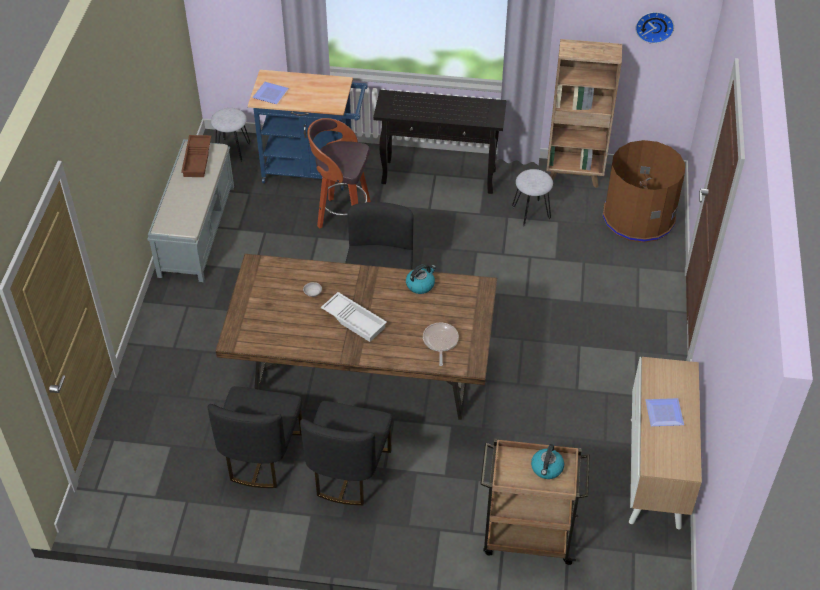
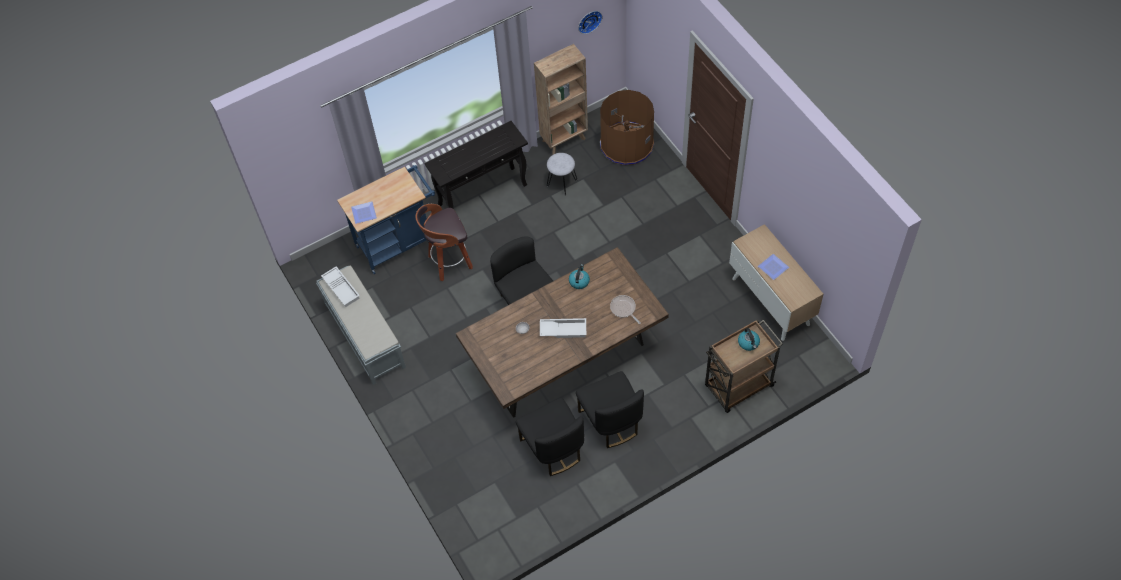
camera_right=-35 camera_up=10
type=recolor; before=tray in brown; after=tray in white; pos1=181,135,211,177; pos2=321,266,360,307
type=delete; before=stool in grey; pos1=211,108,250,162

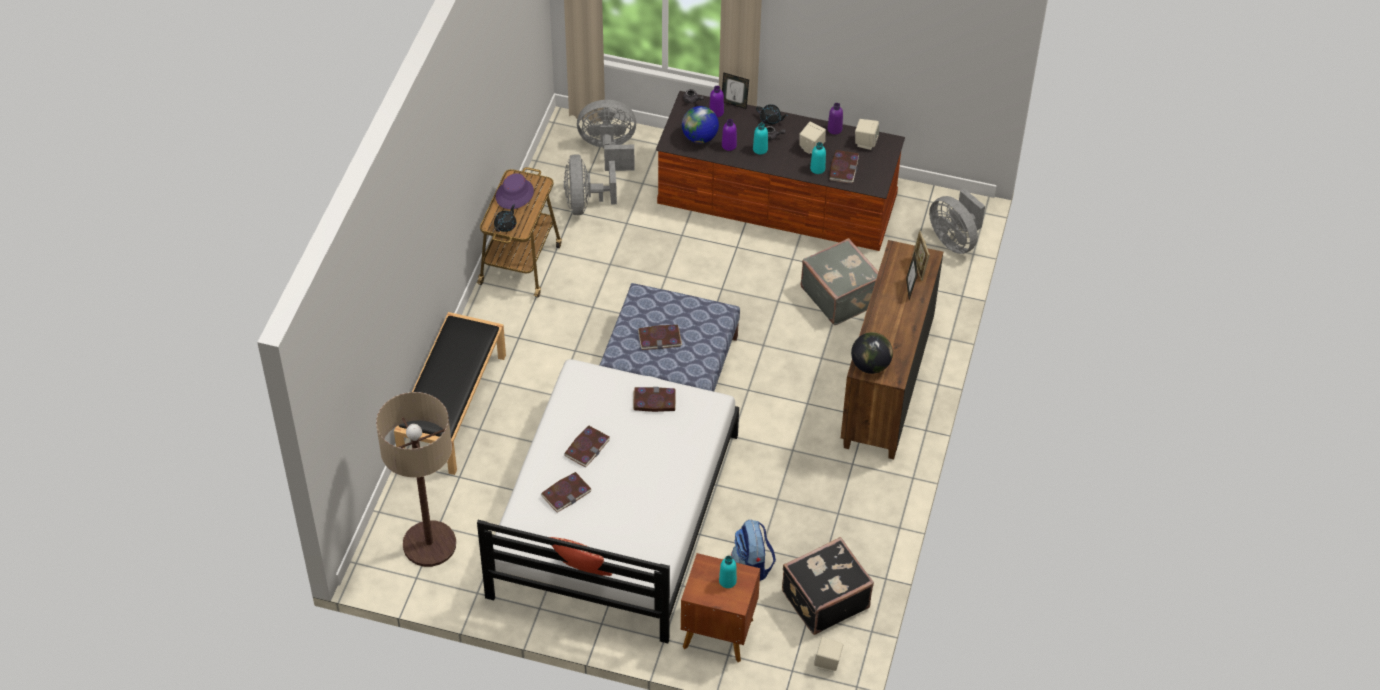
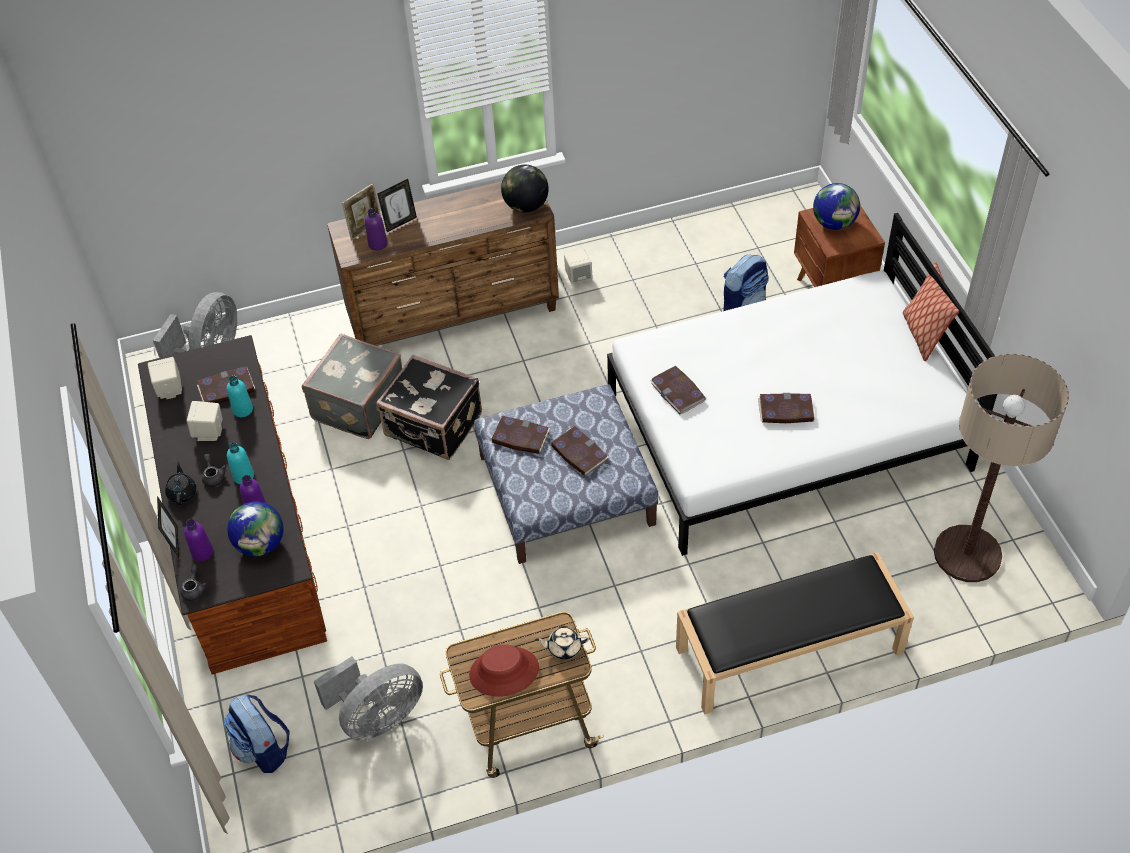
camera_right=-120 camera_up=0
type=recolor; before=teapot in black; after=teapot in beige; pos1=494,204,516,232; pos2=535,626,590,659
type=recolor; before=hat in purple; after=hat in red; pos1=496,173,534,209; pos2=469,644,539,697
type=move; before=book; pos1=541,472,592,513; pos2=491,416,550,454
type=replace; before=fan in grey; after=backpack; pos1=577,100,636,171; pos2=224,694,290,773
type=replace; before=bottle in turquoise; after=globe; pos1=719,556,737,588; pos2=813,183,860,230
type=move; before=suitcase in black; pos1=782,537,874,635; pos2=376,355,482,460
type=move; before=speaker in beige; pos1=814,637,843,672; pos2=564,249,593,286
type=move; before=bottle in purple; pos1=827,103,843,135; pos2=365,208,388,251

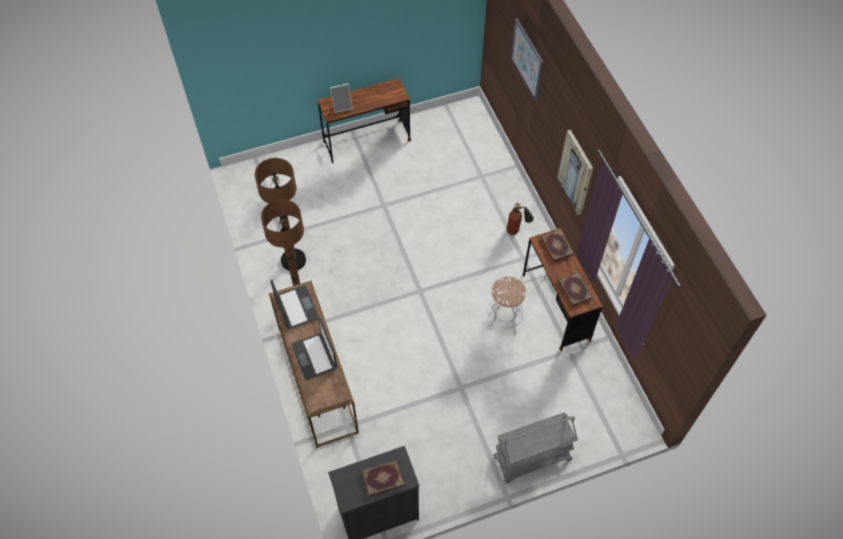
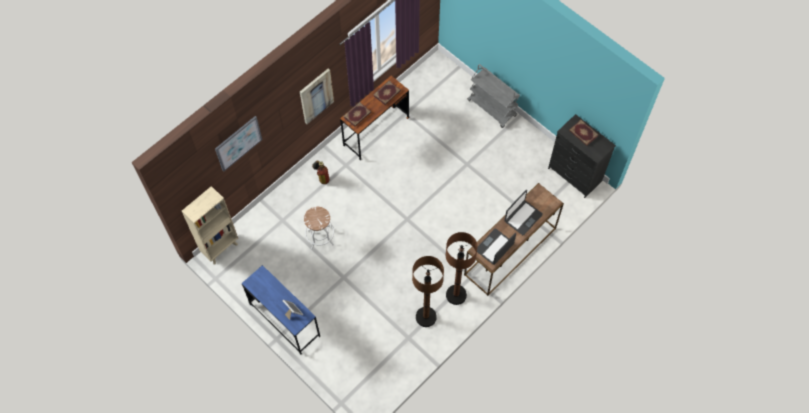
camera_right=-115 camera_up=5
type=recolor; before=desk in brown; after=desk in blue; pos1=317,78,411,163; pos2=242,265,320,355
type=move; before=stool in white; pos1=487,277,526,335; pos2=304,207,334,250
type=insert; after=bookcase in beige; pos2=182,186,238,265

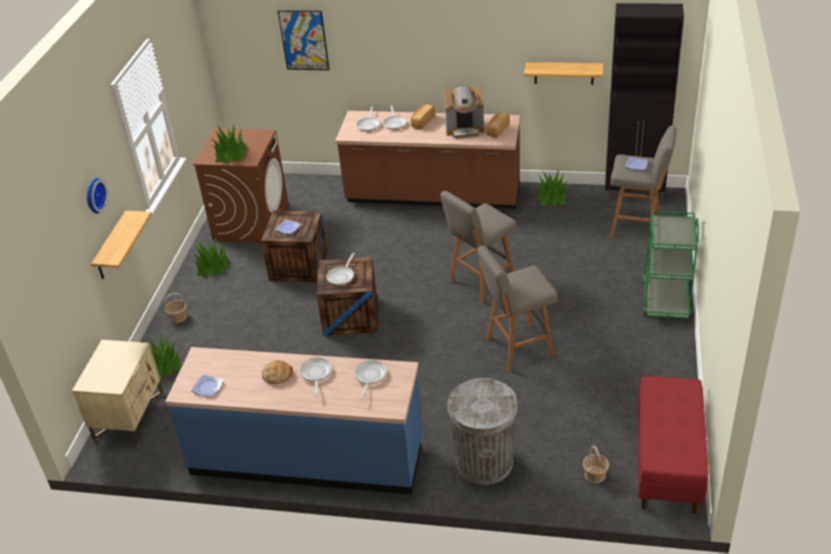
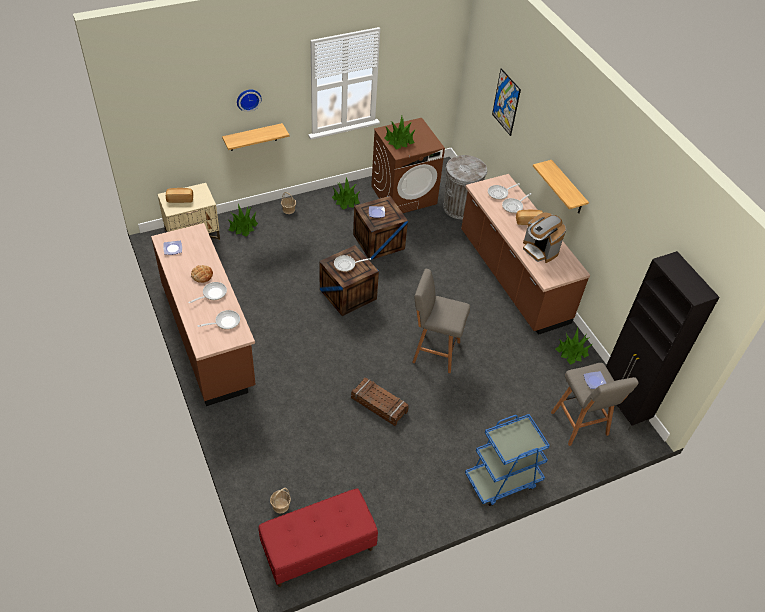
camera_right=50 camera_up=10
type=recolor; before=counter in blue; after=counter in brown; pos1=165,347,423,495; pos2=151,223,256,406
type=move; before=trash can in grey; pos1=447,378,518,485; pos2=443,155,487,219
type=replace; before=stool in grey; after=crate; pos1=477,246,558,372; pos2=351,377,409,426
type=move; before=bread; pos1=486,112,510,138; pos2=166,188,193,203
type=move; before=shelf; pos1=524,62,603,85; pos2=533,160,589,213
type=recolor; before=cart in green; after=cart in blue; pos1=642,211,699,319; pos2=465,414,550,506

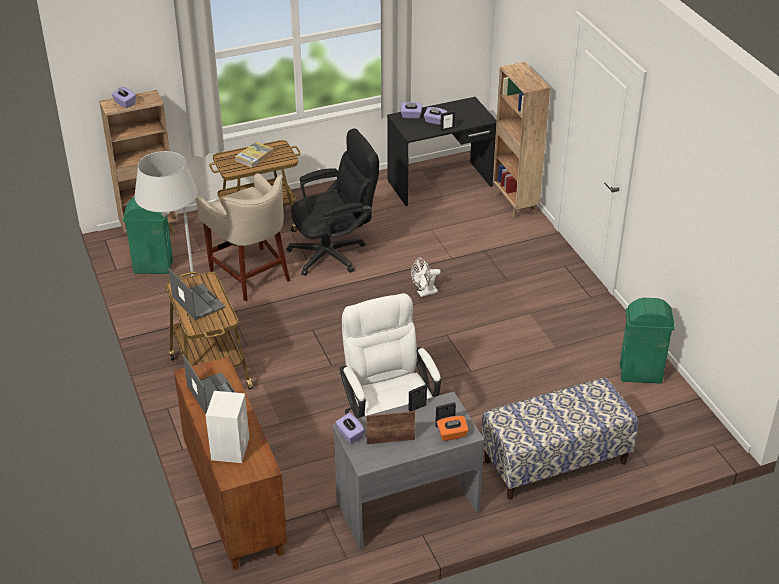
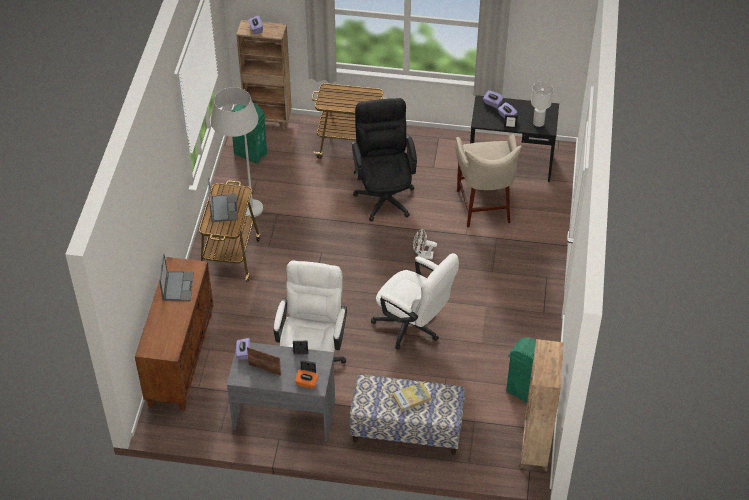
camera_right=30 camera_up=10
type=move; before=stool in beige; pos1=196,173,290,302; pos2=455,133,522,228
type=delete; before=speaker in white; pos1=206,391,249,463
type=move; before=book; pos1=235,142,274,168; pos2=392,382,431,412
type=rotate; before=office chair in black; pos1=286,129,379,276; pos2=352,98,417,221; turn=-105
type=move; before=bookcase in brown; pos1=493,62,550,220; pos2=519,339,564,472
type=insert; after=office chair in white; pos2=371,253,459,350
type=insert; after=table lamp in white; pos2=531,81,553,127

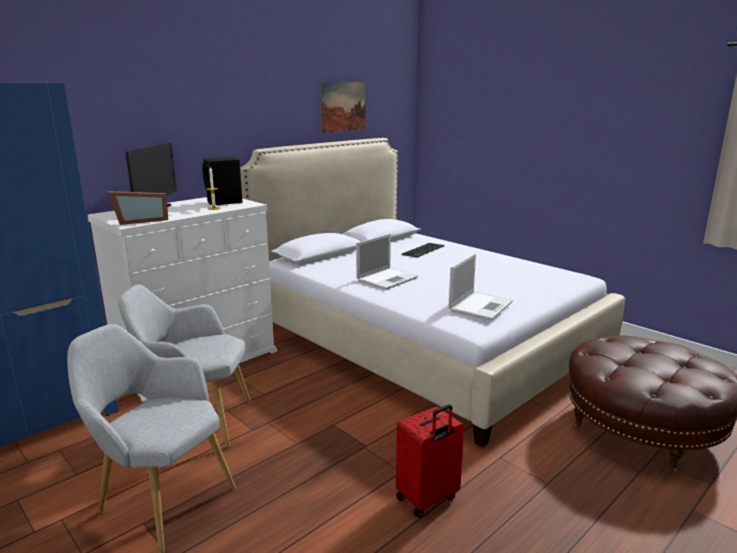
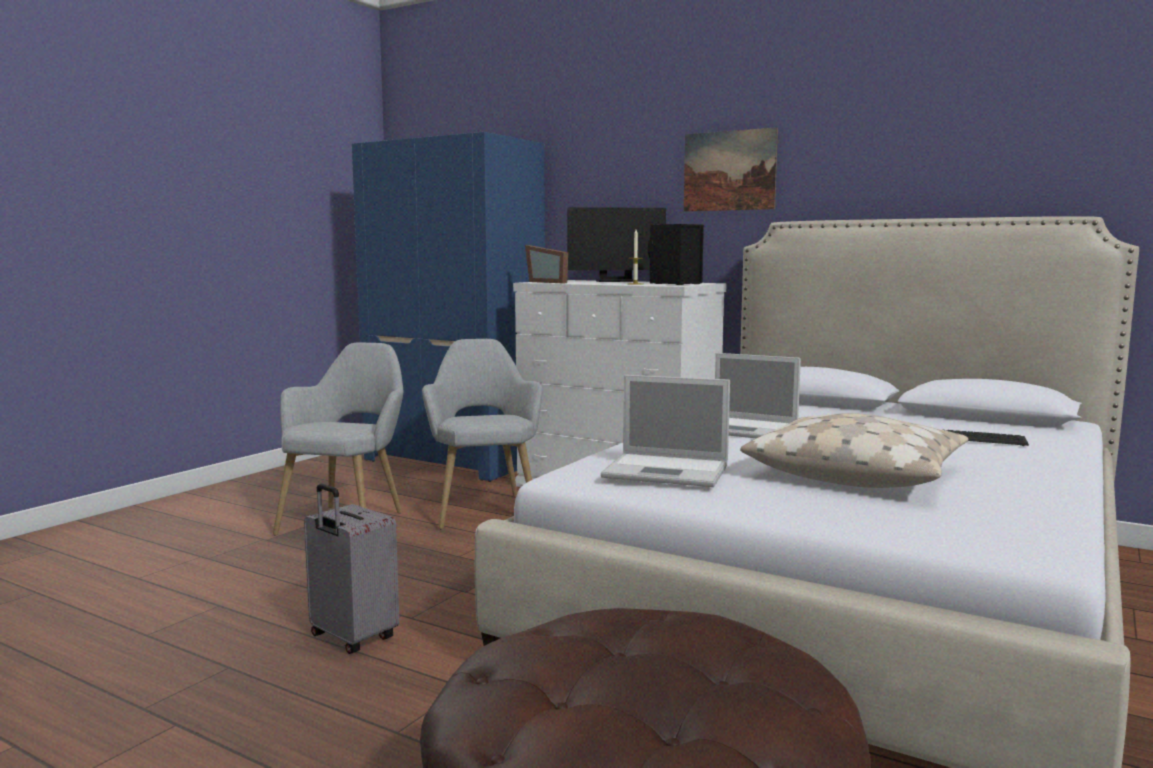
camera_right=75 camera_up=-10
type=move; before=picture; pos1=320,82,366,133; pos2=684,127,778,212
type=recolor; before=suitcase in red; after=suitcase in grey; pos1=396,404,464,518; pos2=304,484,399,654
type=insert; after=pillow in beige; pos2=740,413,969,488

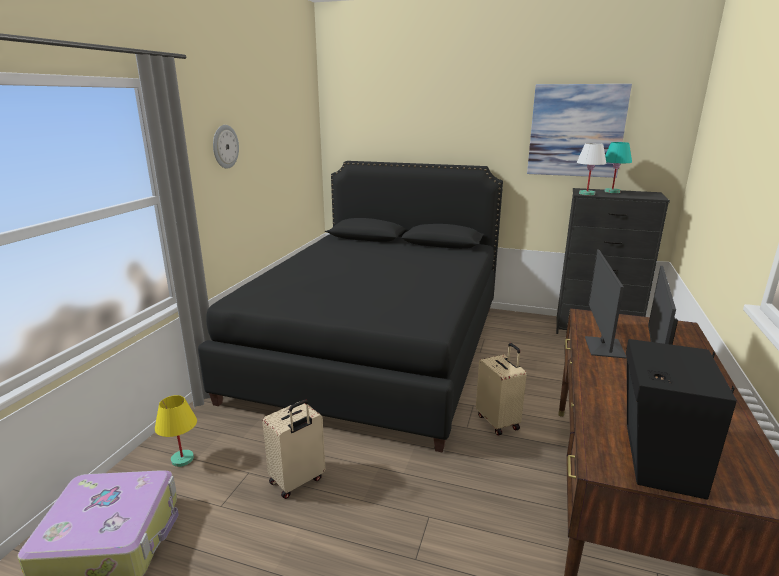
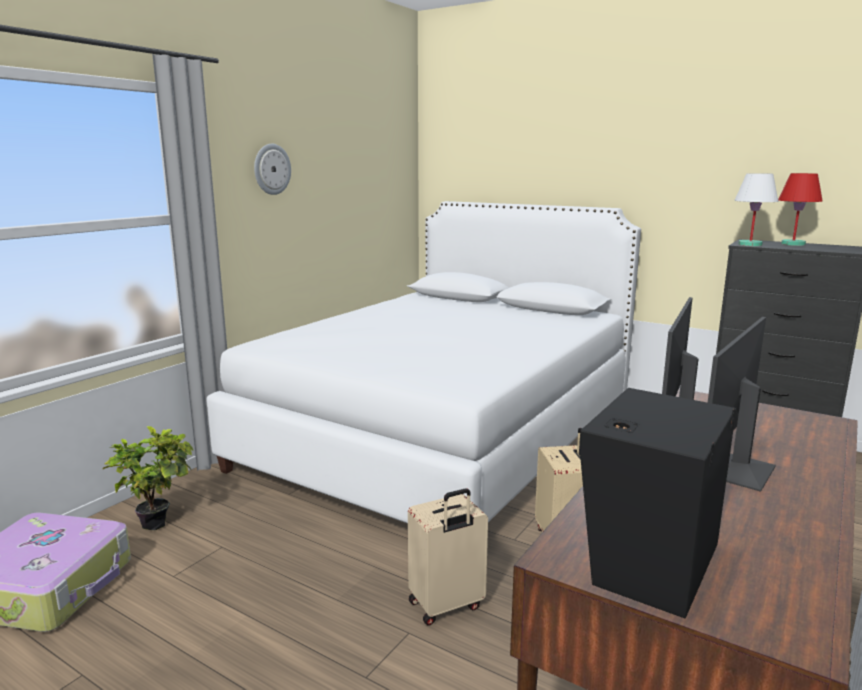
camera_right=15 camera_up=-5
type=replace; before=table lamp in yellow; after=potted plant; pos1=155,395,197,467; pos2=102,426,193,530
type=recolor; before=bed in black; after=bed in white; pos1=198,161,503,453; pos2=206,201,641,523
type=move; before=suitcase in beige; pos1=262,400,325,499; pos2=408,488,488,625
type=delete; before=picture; pos1=527,84,632,178
type=recolor; before=table lamp in turquoise; after=table lamp in red; pos1=604,142,632,193; pos2=778,173,823,246

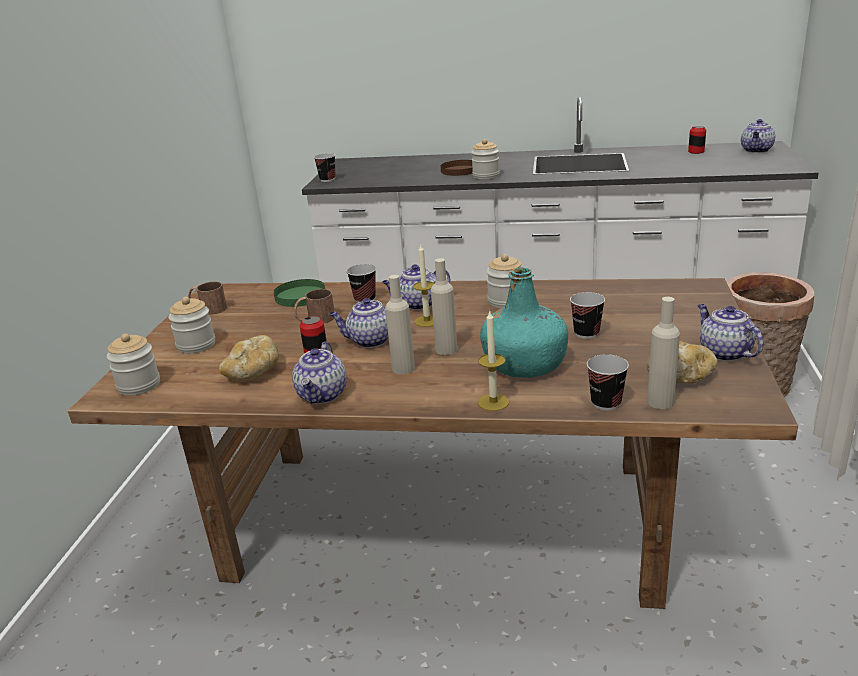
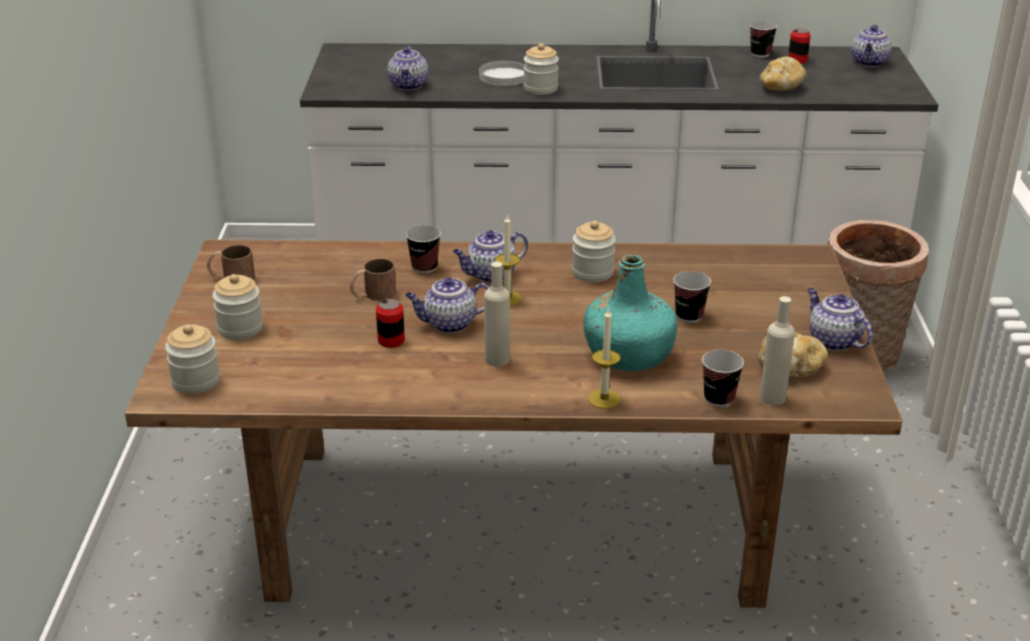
camera_right=-10 camera_up=5
type=move; before=bread; pos1=219,335,279,380; pos2=760,56,806,91
type=delete; before=plate in green; pos1=274,279,325,307
type=move; before=teapot; pos1=292,342,347,404; pos2=387,45,428,90
type=move; before=cup; pos1=314,153,336,182; pos2=750,21,777,57
type=delete; before=bottle in beige; pos1=431,258,457,355
type=recolor; before=plate in brown; after=plate in white; pos1=441,160,473,176; pos2=479,60,525,86

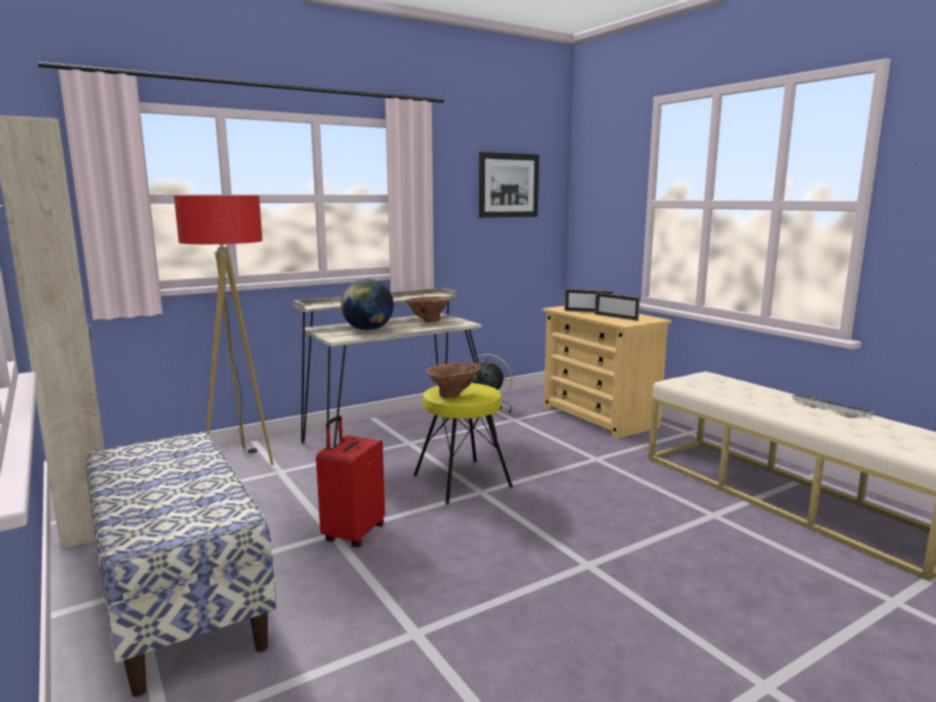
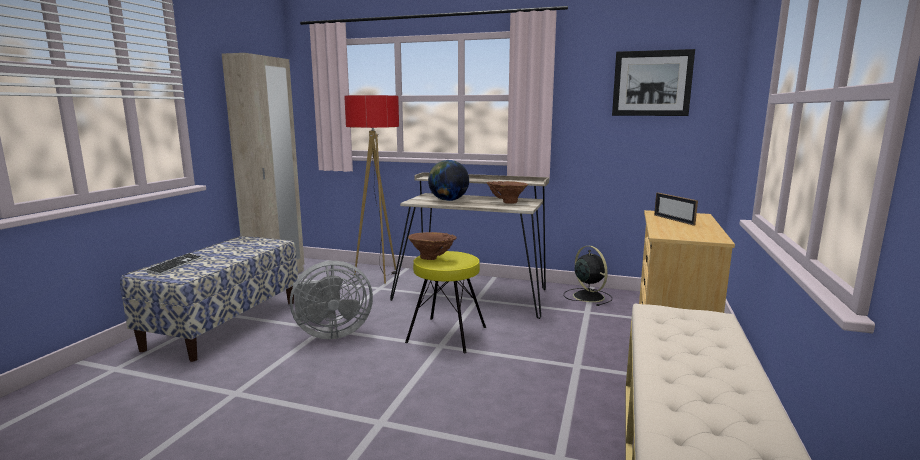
camera_right=50 camera_up=0
type=replace; before=suitcase in red; after=fan in grey; pos1=316,415,385,547; pos2=290,261,373,339
type=delete; before=picture frame; pos1=595,292,640,321
type=move; before=keyboard; pos1=791,395,874,416; pos2=145,253,202,275

